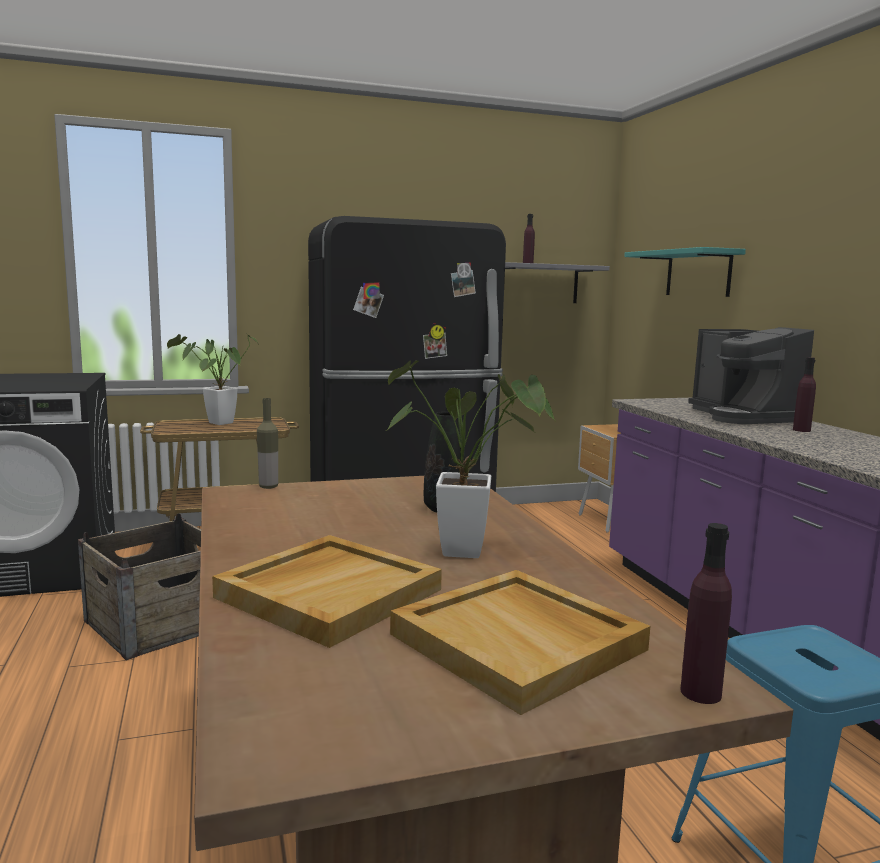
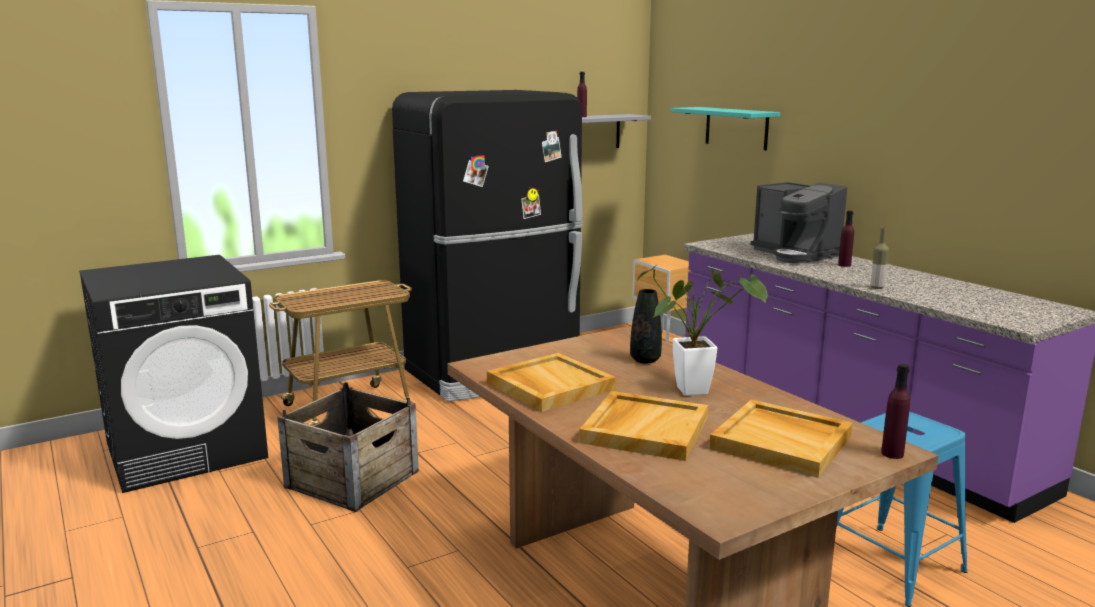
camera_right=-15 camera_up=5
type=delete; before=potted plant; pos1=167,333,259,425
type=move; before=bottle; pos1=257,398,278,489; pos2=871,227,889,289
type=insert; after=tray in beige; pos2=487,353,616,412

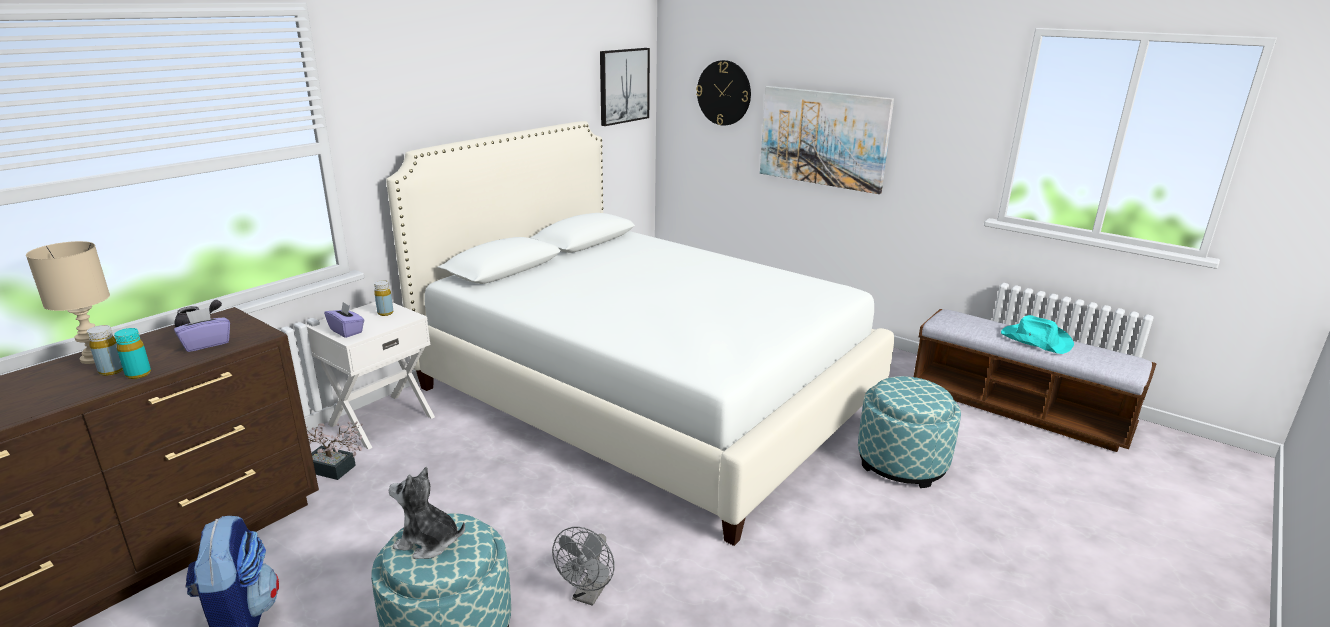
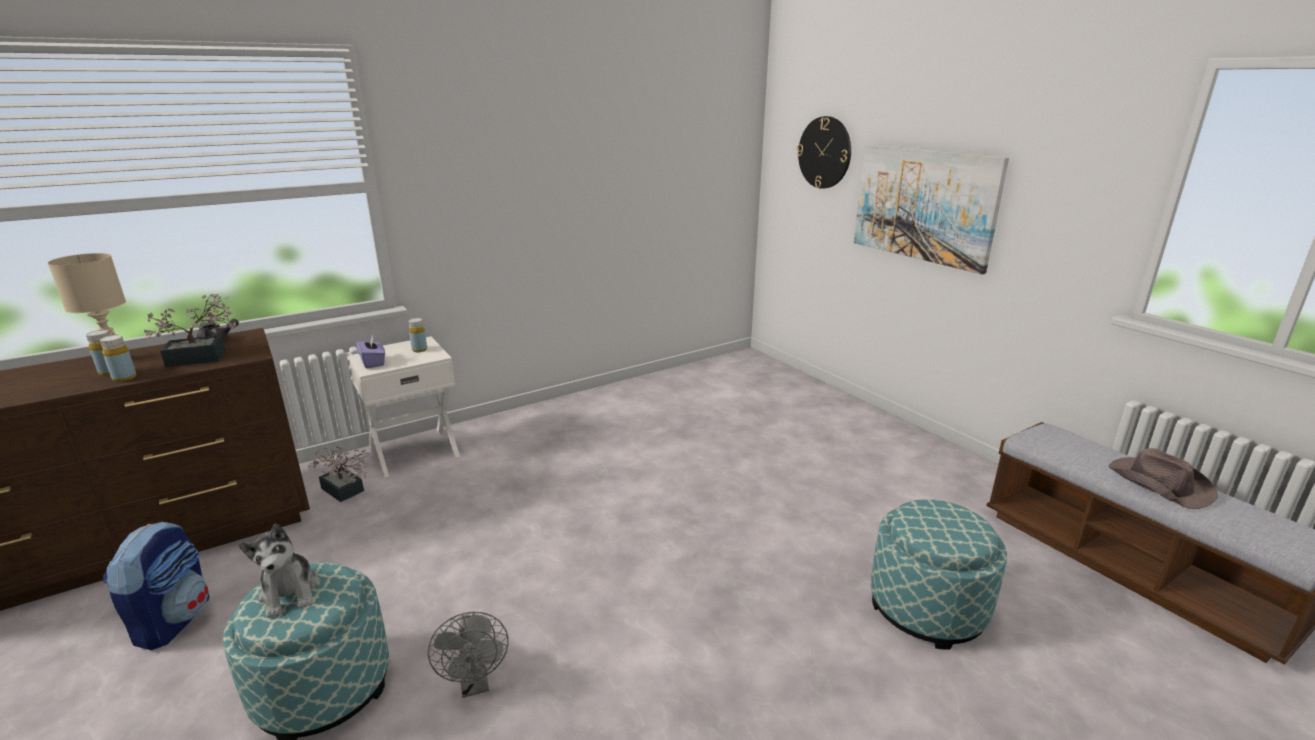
camera_right=20 camera_up=0
type=recolor; before=bottle in turquoise; after=bottle in yellow; pos1=114,328,151,379; pos2=100,335,136,382
type=replace; before=tissue box in purple; after=potted plant; pos1=174,308,230,352; pos2=143,294,236,367
type=delete; before=bed in white; pos1=386,121,894,546
type=rotate; before=plush toy; pos1=389,466,465,559; pos2=239,524,320,618; turn=-150
type=rotate; before=fan in grey; pos1=552,527,615,606; pos2=428,612,509,698; turn=-60
type=delete; before=picture; pos1=600,48,650,126
type=recolor; before=hat in turquoise; after=hat in brown; pos1=1001,315,1074,354; pos2=1109,448,1218,509

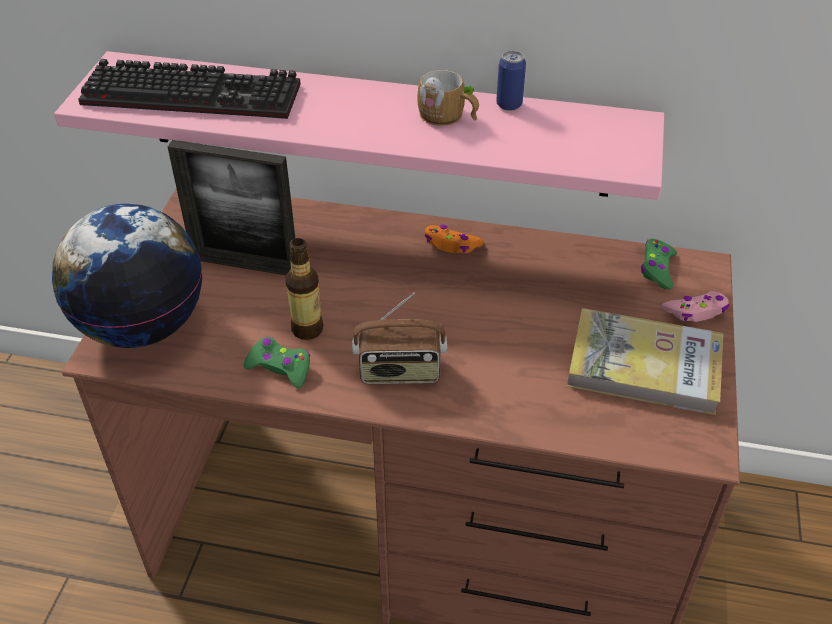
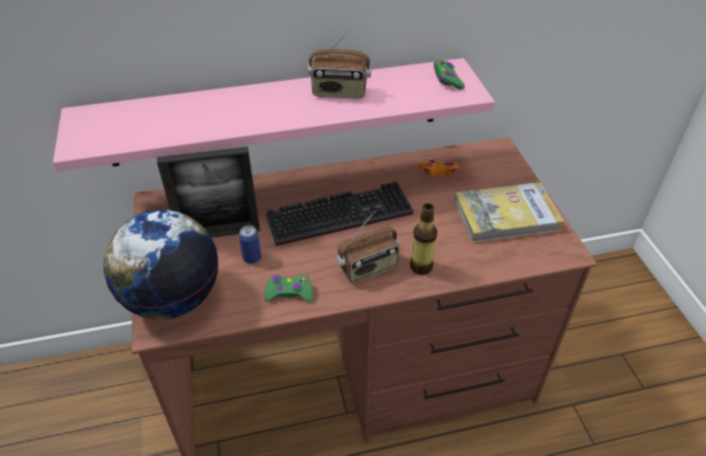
camera_right=-25 camera_up=0
type=move; before=keyboard; pos1=78,59,301,119; pos2=266,181,413,246
type=move; before=bottle; pos1=286,238,323,340; pos2=410,203,437,275
type=replace; before=mug; after=radio; pos1=417,70,479,126; pos2=308,29,371,99
type=move; before=game controller in orange; pos1=425,225,484,253; pos2=418,160,458,177
type=move; before=can; pos1=496,51,526,111; pos2=239,225,261,264
type=move; before=game controller in green; pos1=641,239,677,290; pos2=434,60,465,90
type=delete; before=game controller in pink; pos1=662,292,729,322

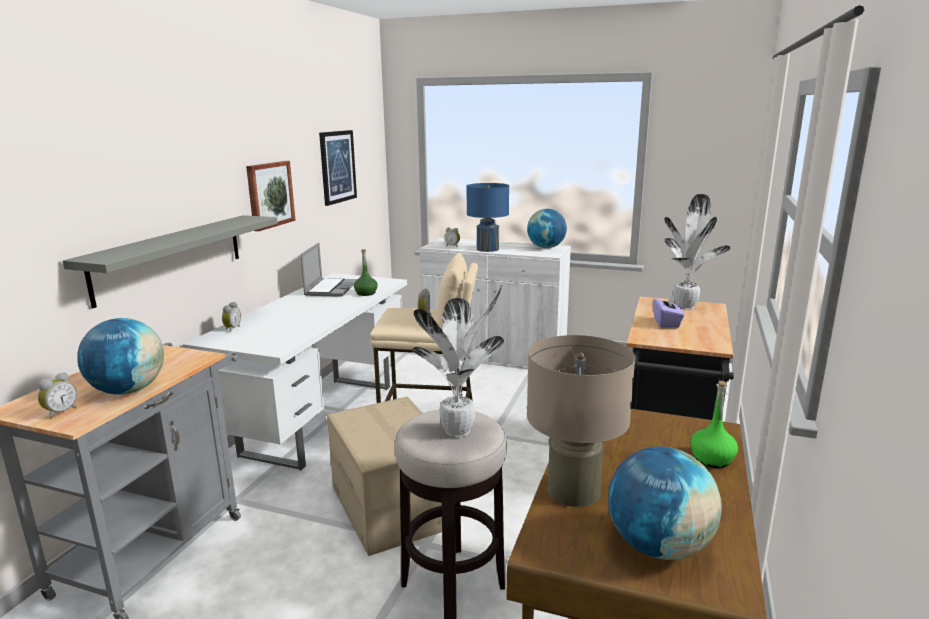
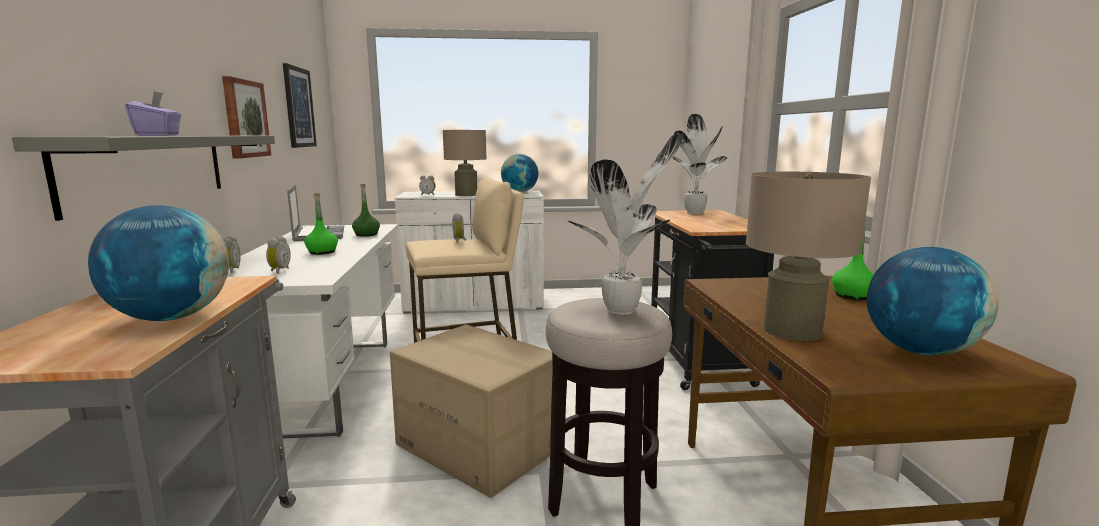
camera_right=-25 camera_up=-5
type=move; before=alarm clock; pos1=38,372,77,419; pos2=266,236,291,274
type=recolor; before=table lamp in blue; after=table lamp in beige; pos1=466,183,509,252; pos2=443,130,487,196
type=move; before=tissue box in purple; pos1=653,294,684,328; pos2=125,91,181,136
type=insert; after=bottle in green; pos2=304,193,338,255

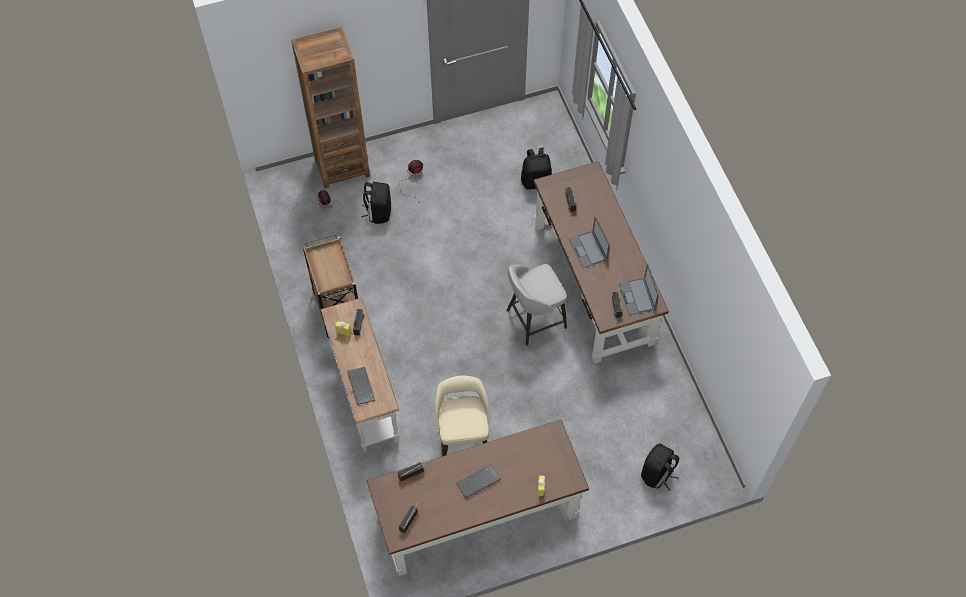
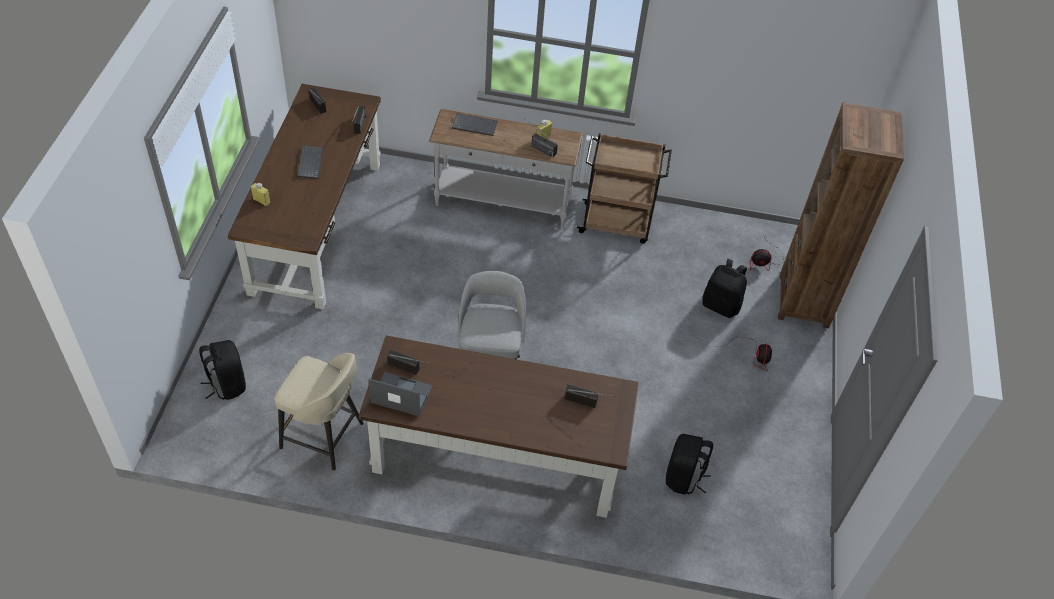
camera_right=115 camera_up=-10
type=move; before=stool in beige; pos1=435,376,490,456; pos2=275,353,364,470
type=delete; before=laptop; pos1=569,216,610,268

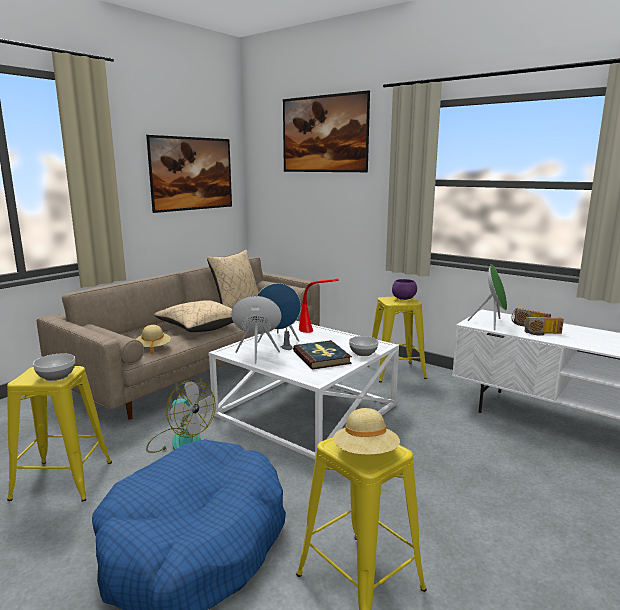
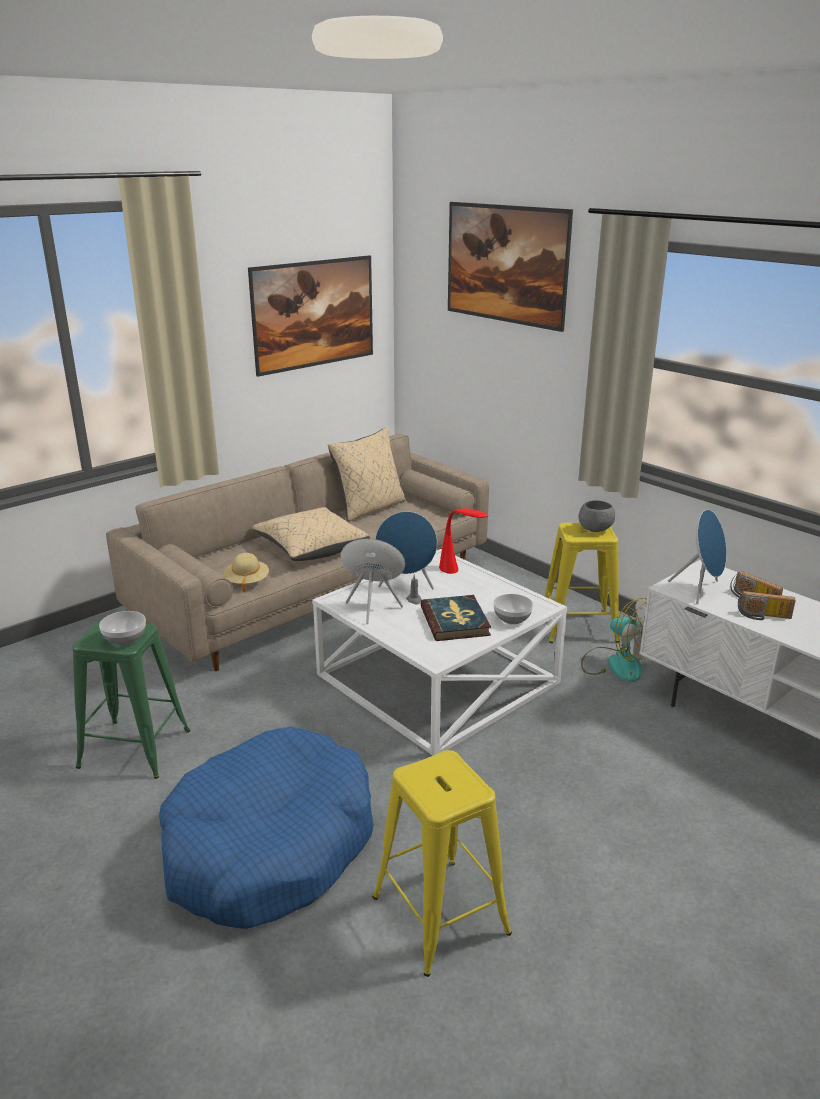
camera_right=10 camera_up=10
type=recolor; before=stool in yellow; after=stool in green; pos1=7,366,112,501; pos2=73,620,190,779
type=move; before=fan; pos1=146,379,216,453; pos2=581,598,646,682
type=delete; before=hat in beige; pos1=333,408,400,455
type=recolor; before=bowl in purple; after=bowl in grey; pos1=392,279,417,300; pos2=579,500,615,532
type=recolor; before=speaker in green; after=speaker in blue; pos1=468,264,507,330; pos2=668,510,727,604

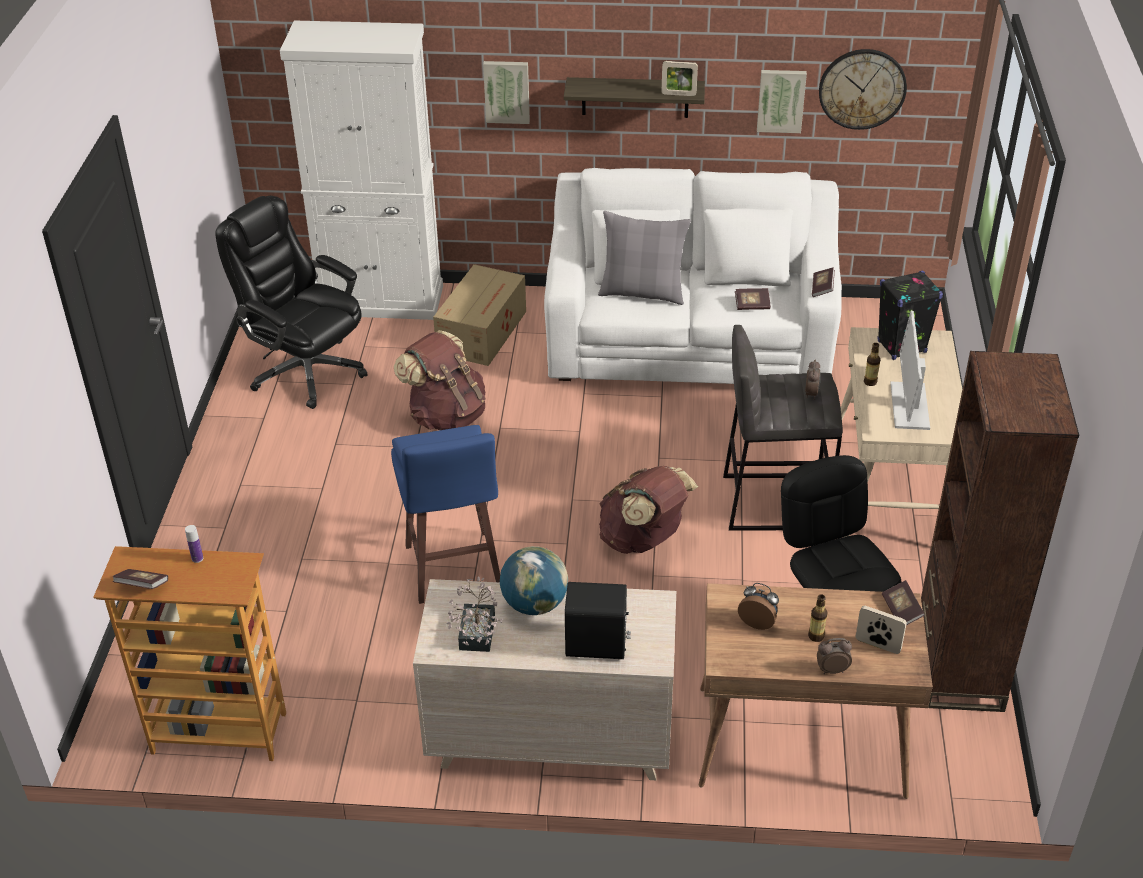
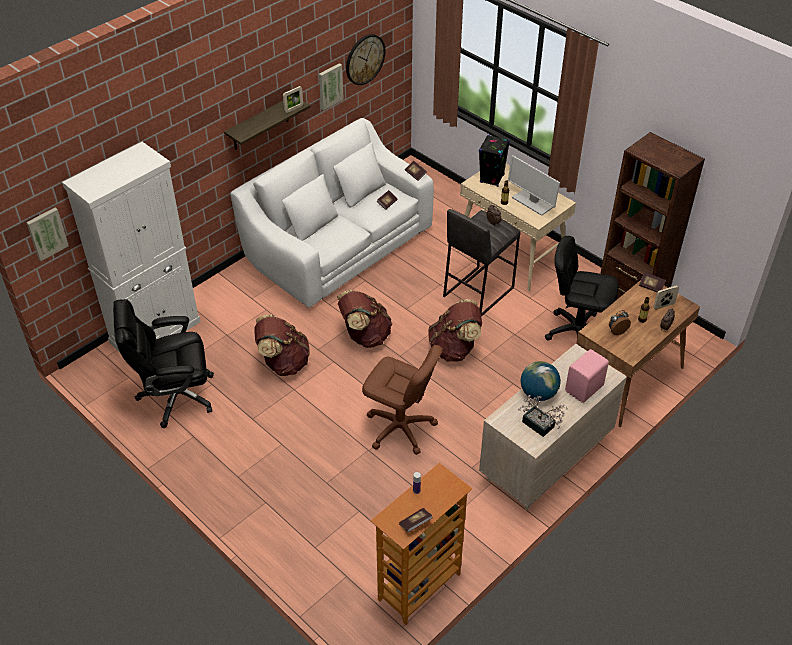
camera_right=-50 camera_up=5
type=replace; before=stool in blue; after=office chair in brown; pos1=391,425,500,604; pos2=362,345,443,455
type=delete; before=cardboard box; pos1=433,264,526,366
type=move; before=picture; pos1=483,61,530,124; pos2=26,208,69,261
type=recolor; before=speaker in black; after=speaker in pink; pos1=565,582,631,659; pos2=565,349,609,403
type=delete; before=pillow in grey; pos1=598,211,691,305
type=insert; after=backpack in brown; pos2=337,290,392,348

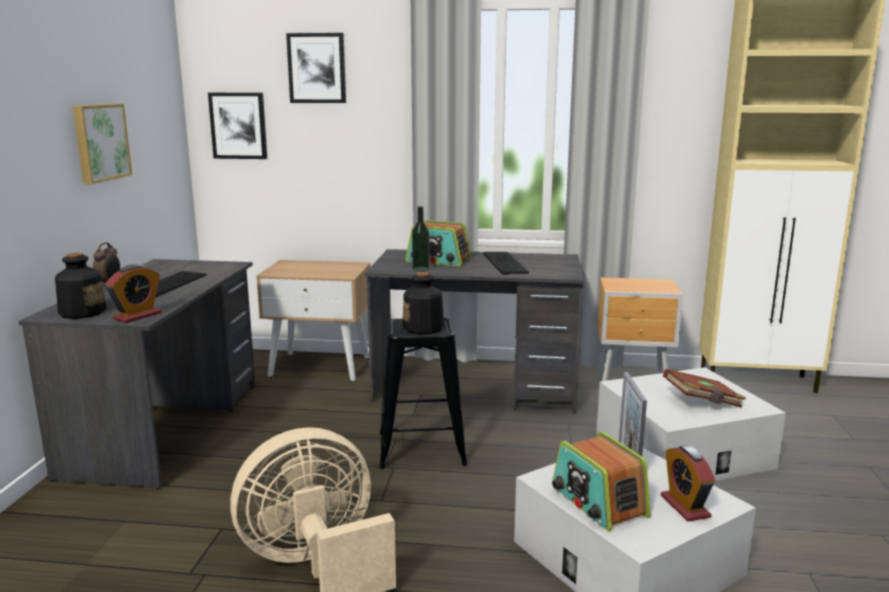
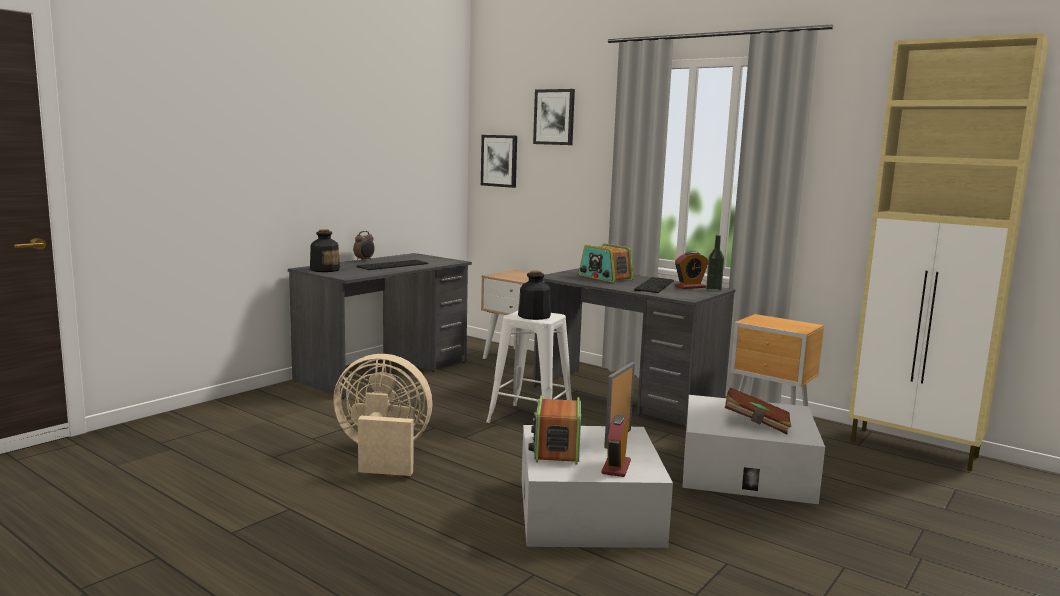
camera_right=30 camera_up=-5
type=delete; before=picture; pos1=73,104,132,184
type=move; before=alarm clock; pos1=105,264,162,323; pos2=675,251,708,289
type=recolor; before=stool in black; after=stool in white; pos1=379,318,467,469; pos2=486,311,572,423
type=move; before=bottle; pos1=412,206,430,271; pos2=706,235,724,292

